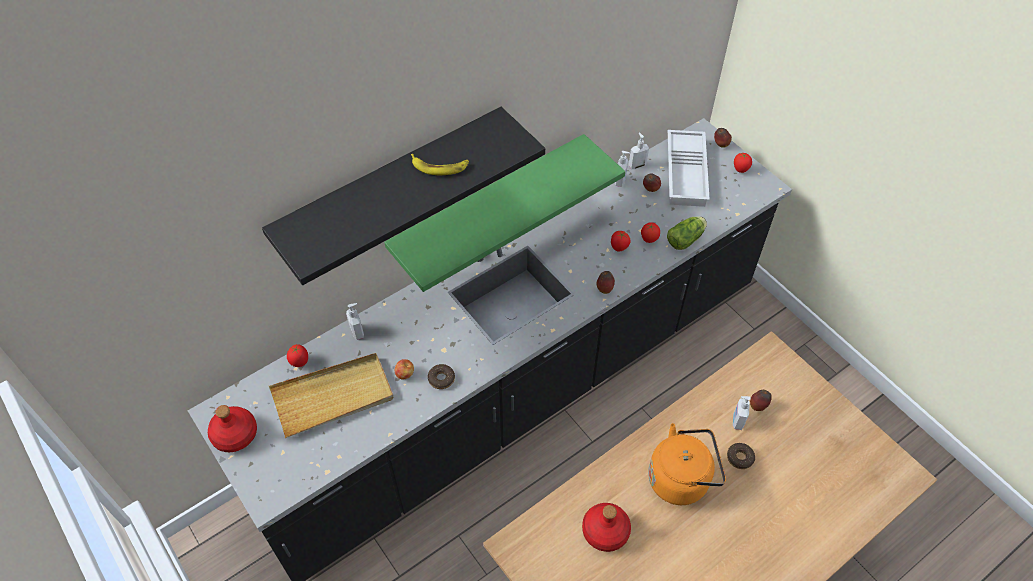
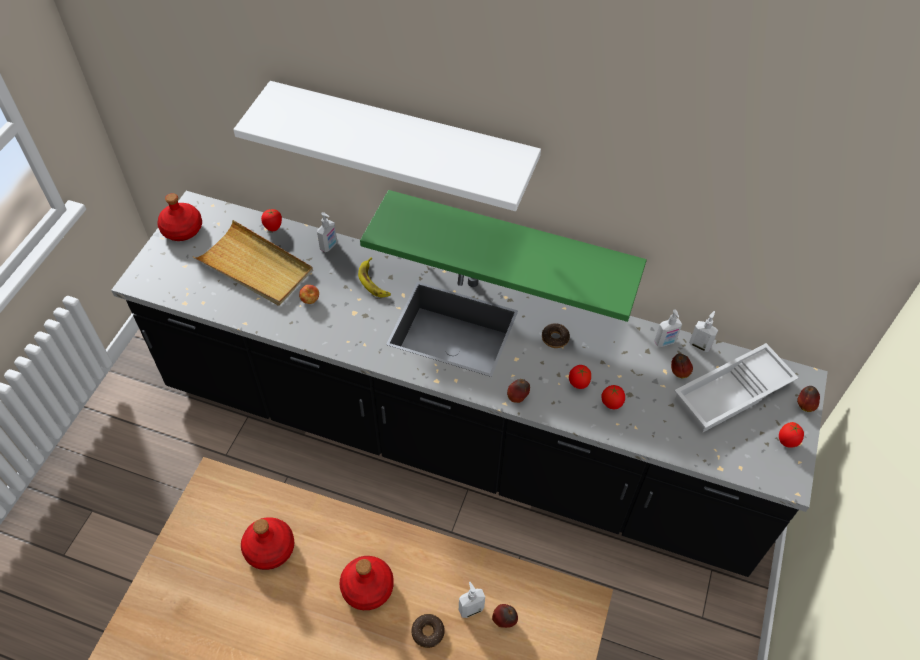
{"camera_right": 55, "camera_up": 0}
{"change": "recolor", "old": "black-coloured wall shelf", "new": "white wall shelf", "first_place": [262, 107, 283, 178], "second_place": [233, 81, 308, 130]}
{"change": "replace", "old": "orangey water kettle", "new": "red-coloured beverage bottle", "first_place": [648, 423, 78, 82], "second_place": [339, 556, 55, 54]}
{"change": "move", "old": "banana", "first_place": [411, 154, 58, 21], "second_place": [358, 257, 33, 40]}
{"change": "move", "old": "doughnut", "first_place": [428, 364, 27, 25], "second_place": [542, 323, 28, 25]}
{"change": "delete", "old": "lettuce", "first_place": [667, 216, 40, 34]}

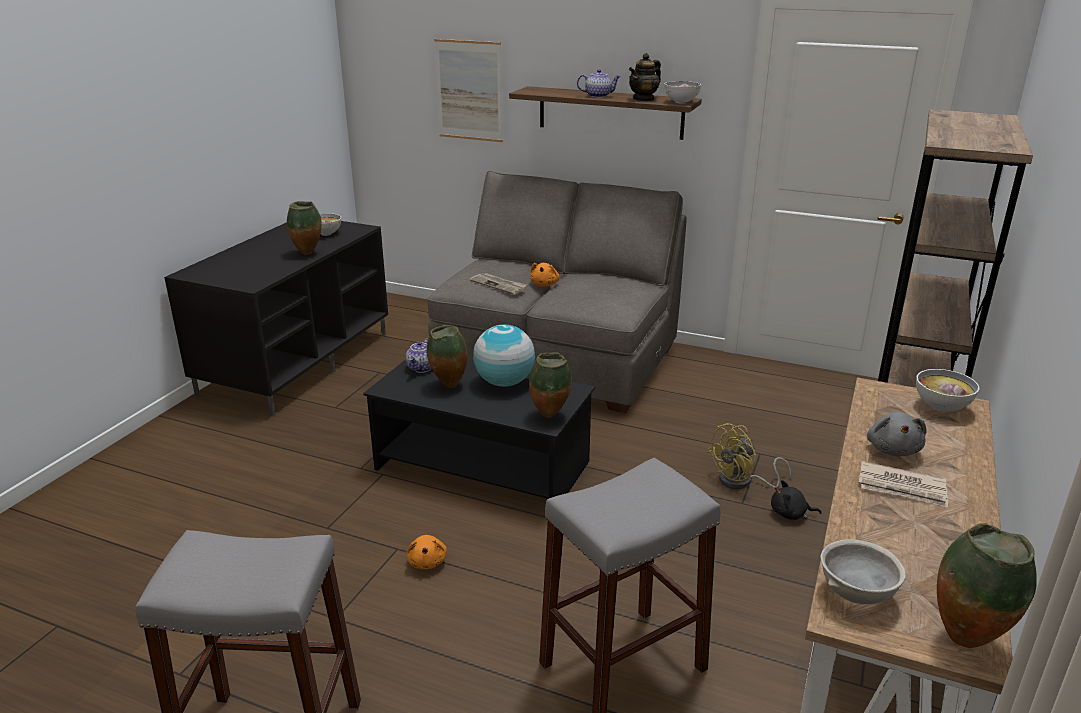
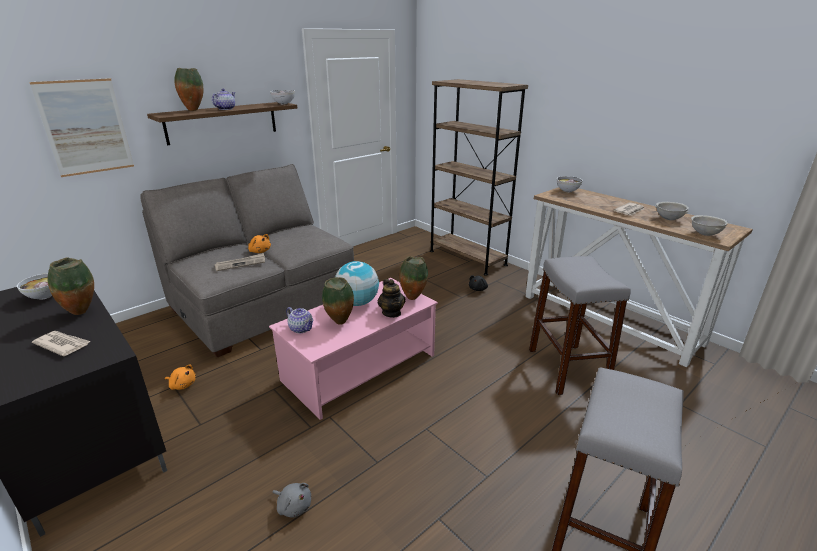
{"camera_right": -65, "camera_up": 0}
{"change": "insert", "new": "daily paper", "second_place": [32, 331, 59, 25]}
{"change": "move", "old": "orangey cuddly toy", "first_place": [407, 535, 40, 34], "second_place": [165, 365, 31, 25]}
{"change": "move", "old": "decorative vase", "first_place": [937, 523, 100, 125], "second_place": [174, 68, 29, 43]}
{"change": "recolor", "old": "black-coloured low table", "new": "pink low table", "first_place": [363, 359, 232, 140], "second_place": [269, 278, 169, 142]}
{"change": "move", "old": "gray cuddly toy", "first_place": [867, 412, 60, 44], "second_place": [272, 483, 39, 34]}
{"change": "move", "old": "pot for tea", "first_place": [629, 53, 32, 48], "second_place": [378, 279, 27, 39]}
{"change": "insert", "new": "gray serving bowl", "second_place": [655, 202, 34, 18]}
{"change": "delete", "old": "yellow-coloured fan", "first_place": [707, 423, 84, 66]}

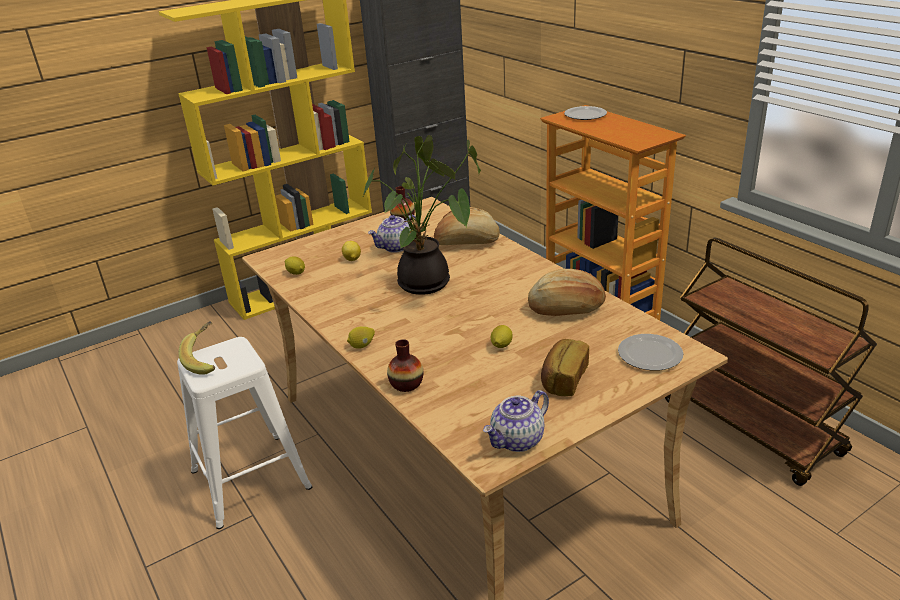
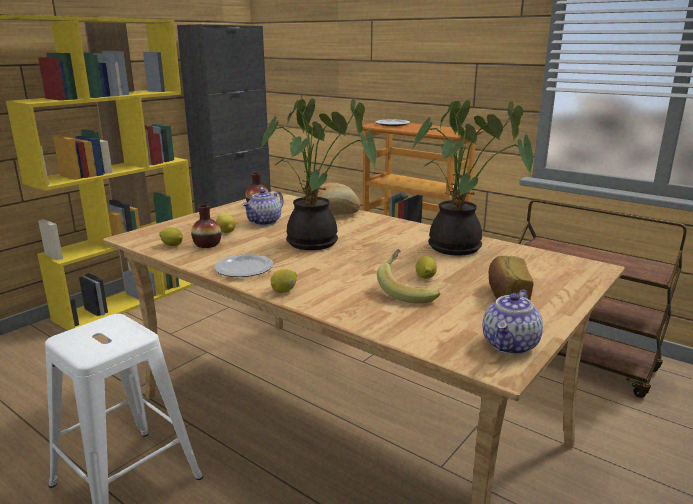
{"camera_right": -20, "camera_up": -10}
{"change": "move", "old": "decorative vase", "first_place": [387, 339, 36, 53], "second_place": [191, 204, 30, 44]}
{"change": "move", "old": "dinner plate", "first_place": [618, 334, 65, 37], "second_place": [214, 254, 59, 23]}
{"change": "move", "old": "banana", "first_place": [178, 321, 37, 54], "second_place": [377, 249, 63, 55]}
{"change": "replace", "old": "baked bread", "new": "plant in a pot", "first_place": [528, 269, 78, 47], "second_place": [411, 100, 122, 156]}

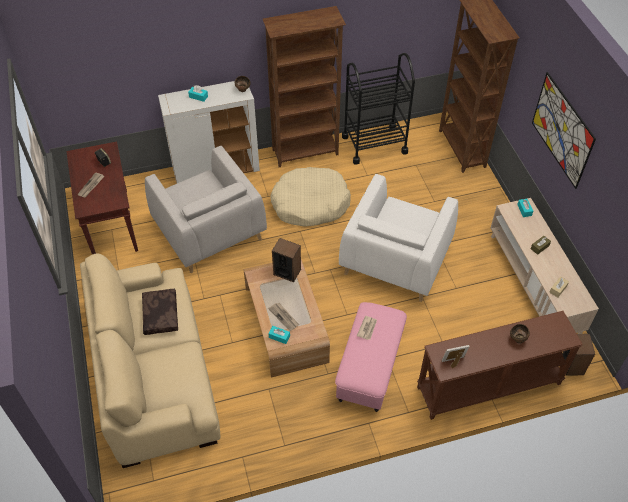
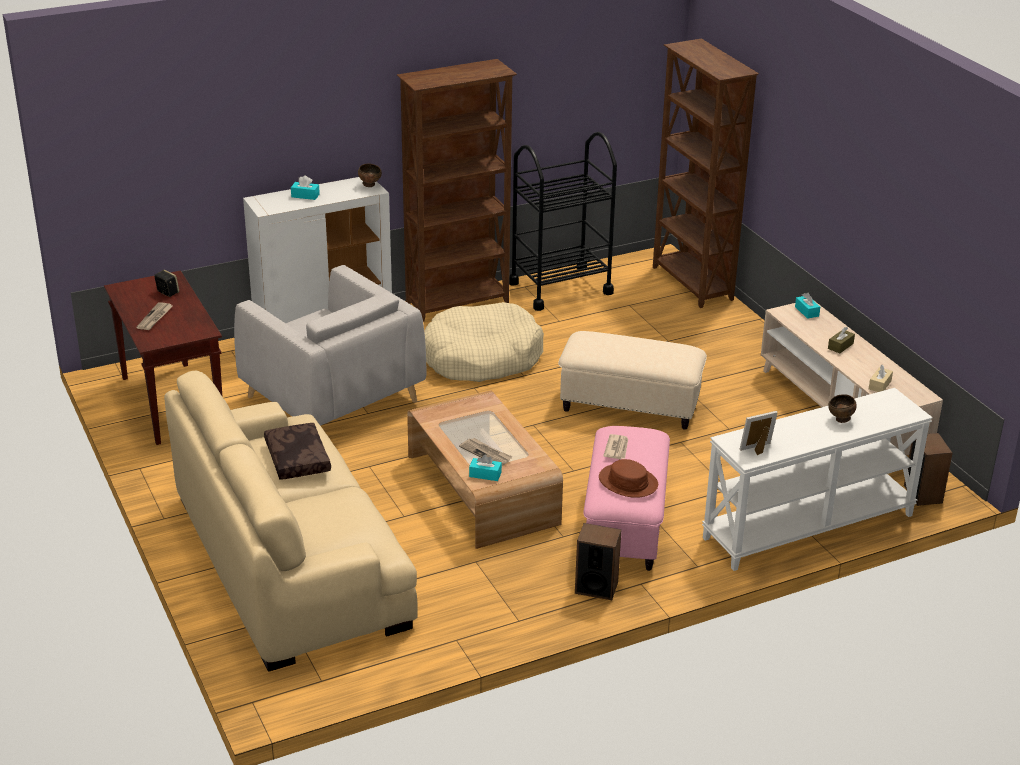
{"camera_right": -10, "camera_up": -20}
{"change": "replace", "old": "white easy chair", "new": "beige-coloured ottoman", "first_place": [339, 174, 119, 128], "second_place": [558, 331, 149, 98]}
{"change": "move", "old": "audio speaker", "first_place": [272, 238, 29, 44], "second_place": [575, 523, 47, 77]}
{"change": "insert", "new": "brown clothing hat", "second_place": [599, 459, 59, 39]}
{"change": "recolor", "old": "brown hall table", "new": "white hall table", "first_place": [417, 311, 166, 109], "second_place": [702, 388, 231, 183]}
{"change": "delete", "old": "wall picture", "first_place": [532, 72, 64, 117]}

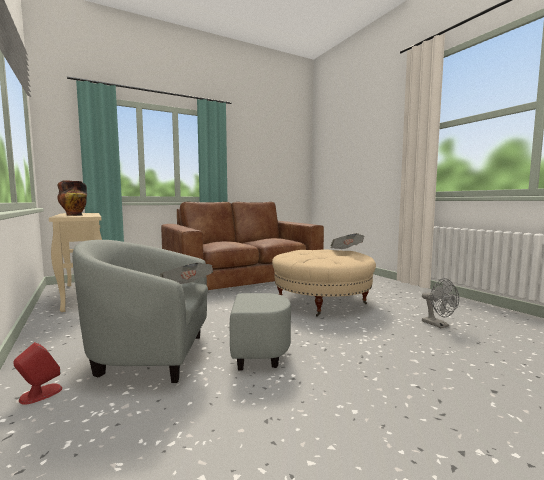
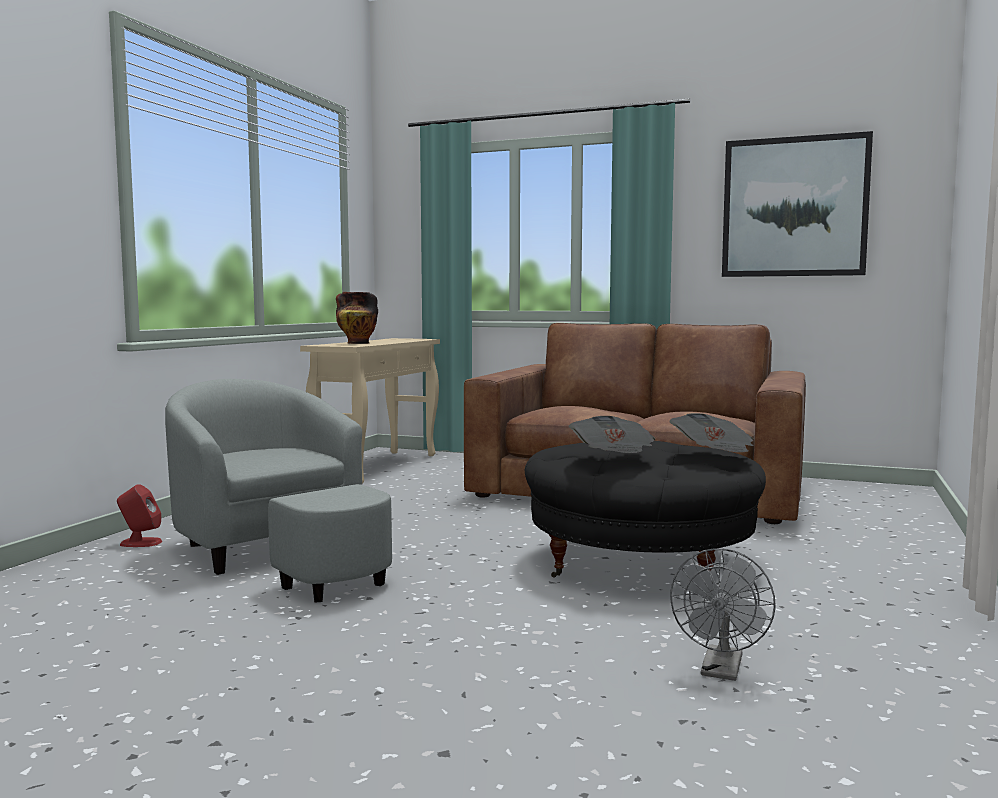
{"camera_right": 50, "camera_up": 0}
{"change": "recolor", "old": "beige-coloured ottoman", "new": "black-coloured ottoman", "first_place": [272, 249, 104, 68], "second_place": [525, 441, 241, 136]}
{"change": "move", "old": "daily paper", "first_place": [160, 263, 53, 21], "second_place": [569, 416, 86, 37]}
{"change": "insert", "new": "wall picture", "second_place": [722, 131, 151, 146]}

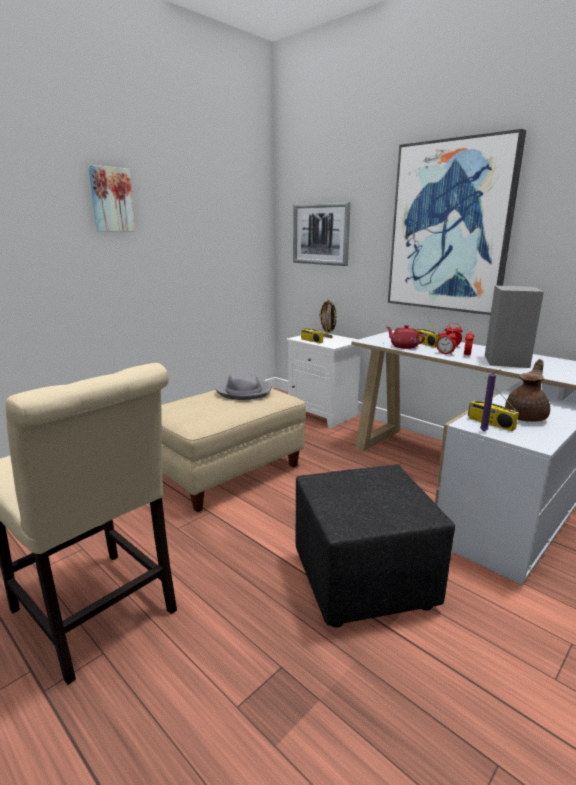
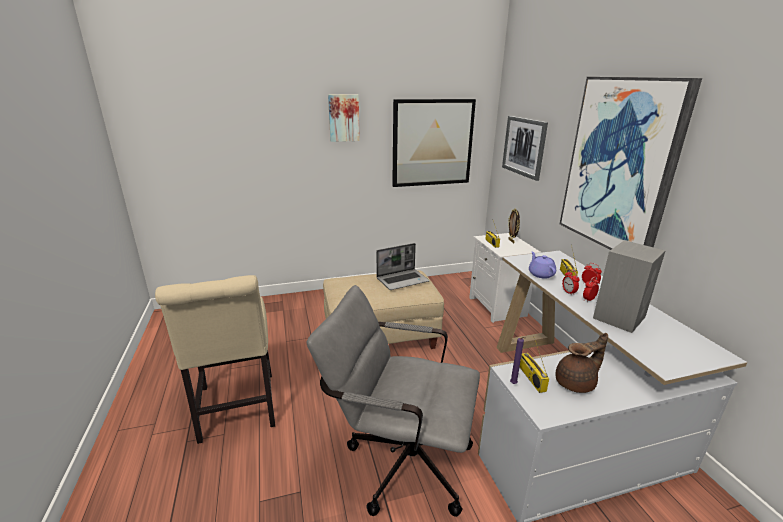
{"camera_right": 30, "camera_up": 5}
{"change": "replace", "old": "black-coloured ottoman", "new": "gray office chair", "first_place": [295, 464, 160, 164], "second_place": [307, 285, 173, 232]}
{"change": "replace", "old": "gray clothing hat", "new": "portable computer", "first_place": [215, 370, 56, 30], "second_place": [376, 243, 53, 47]}
{"change": "insert", "new": "wall picture", "second_place": [392, 99, 84, 88]}
{"change": "recolor", "old": "red-coloured pot for tea", "new": "purple-coloured pot for tea", "first_place": [386, 325, 39, 24], "second_place": [529, 252, 27, 26]}

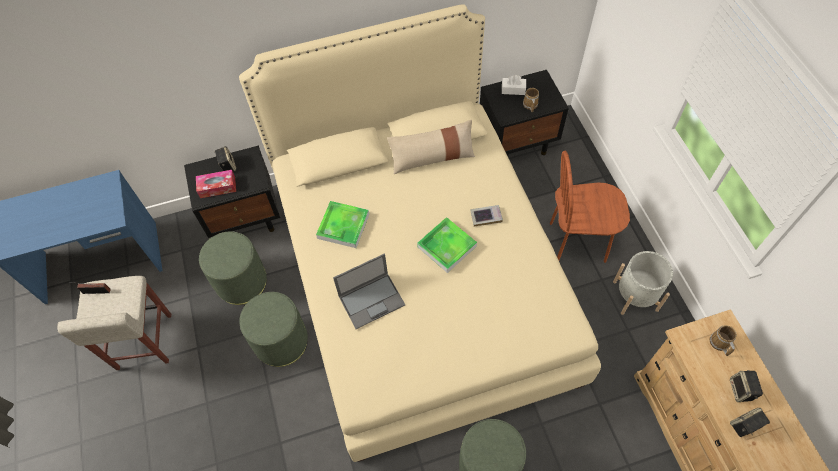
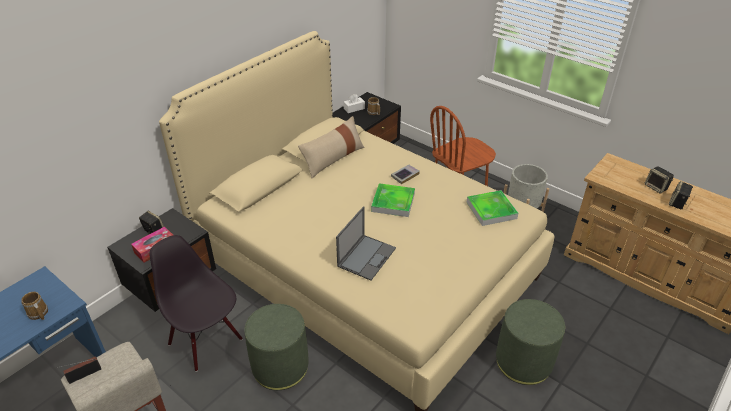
{"camera_right": -35, "camera_up": -20}
{"change": "move", "old": "tea mug", "first_place": [710, 325, 27, 31], "second_place": [21, 292, 27, 28]}
{"change": "replace", "old": "greenish ottoman", "new": "black-coloured upright chair", "first_place": [199, 231, 68, 74], "second_place": [149, 235, 94, 137]}
{"change": "move", "old": "carrying tray", "first_place": [316, 201, 53, 47], "second_place": [466, 190, 53, 36]}

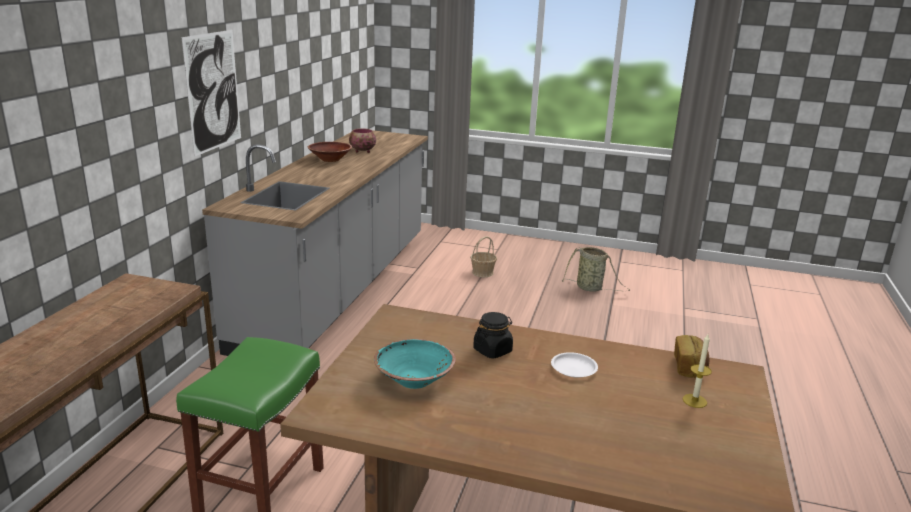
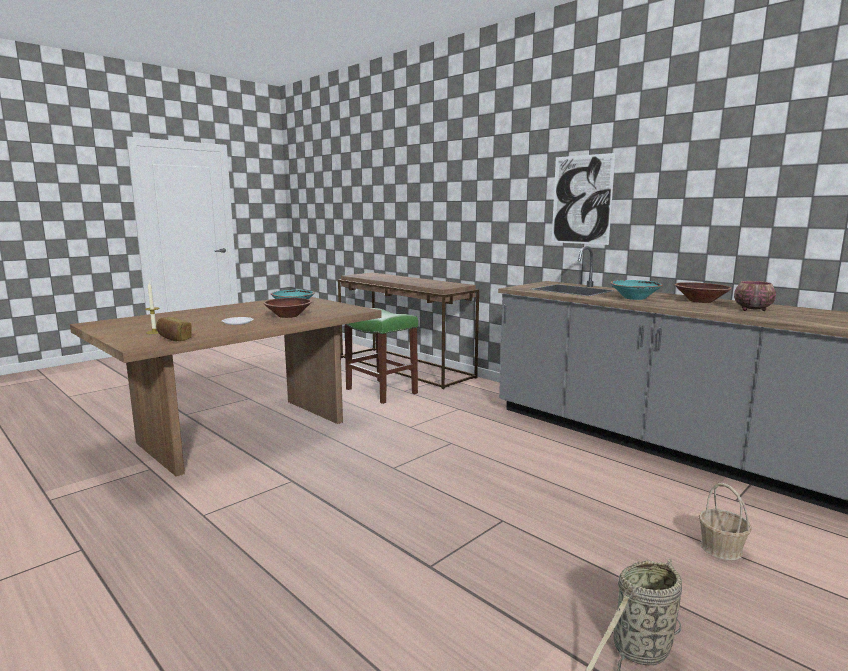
{"camera_right": 120, "camera_up": -10}
{"change": "replace", "old": "black-coloured preserve jar", "new": "brown serving bowl", "first_place": [473, 312, 40, 47], "second_place": [263, 298, 49, 20]}
{"change": "insert", "new": "blue-green serving bowl", "second_place": [610, 280, 53, 20]}

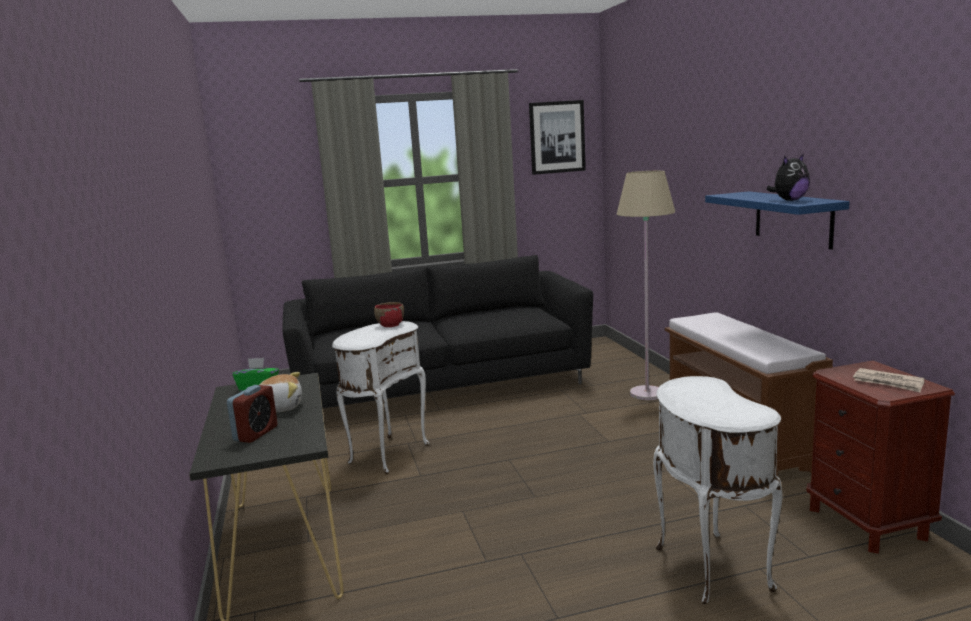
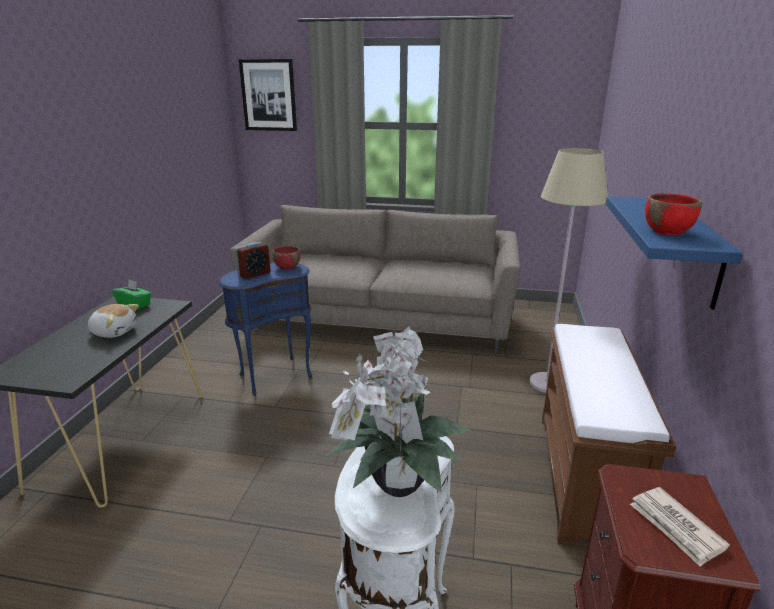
{"camera_right": 25, "camera_up": 10}
{"change": "recolor", "old": "white side table", "new": "blue side table", "first_place": [332, 321, 97, 153], "second_place": [219, 263, 93, 133]}
{"change": "recolor", "old": "black-coloured sofa", "new": "beige-coloured sofa", "first_place": [282, 255, 311, 154], "second_place": [230, 205, 290, 147]}
{"change": "move", "old": "table clock", "first_place": [227, 385, 51, 58], "second_place": [235, 242, 36, 37]}
{"change": "move", "old": "wall picture", "first_place": [529, 100, 57, 75], "second_place": [239, 59, 58, 72]}
{"change": "insert", "new": "plant in a pot", "second_place": [326, 326, 145, 171]}
{"change": "replace", "old": "cuddly toy", "new": "red-coloured serving bowl", "first_place": [766, 154, 44, 47], "second_place": [645, 193, 57, 42]}

